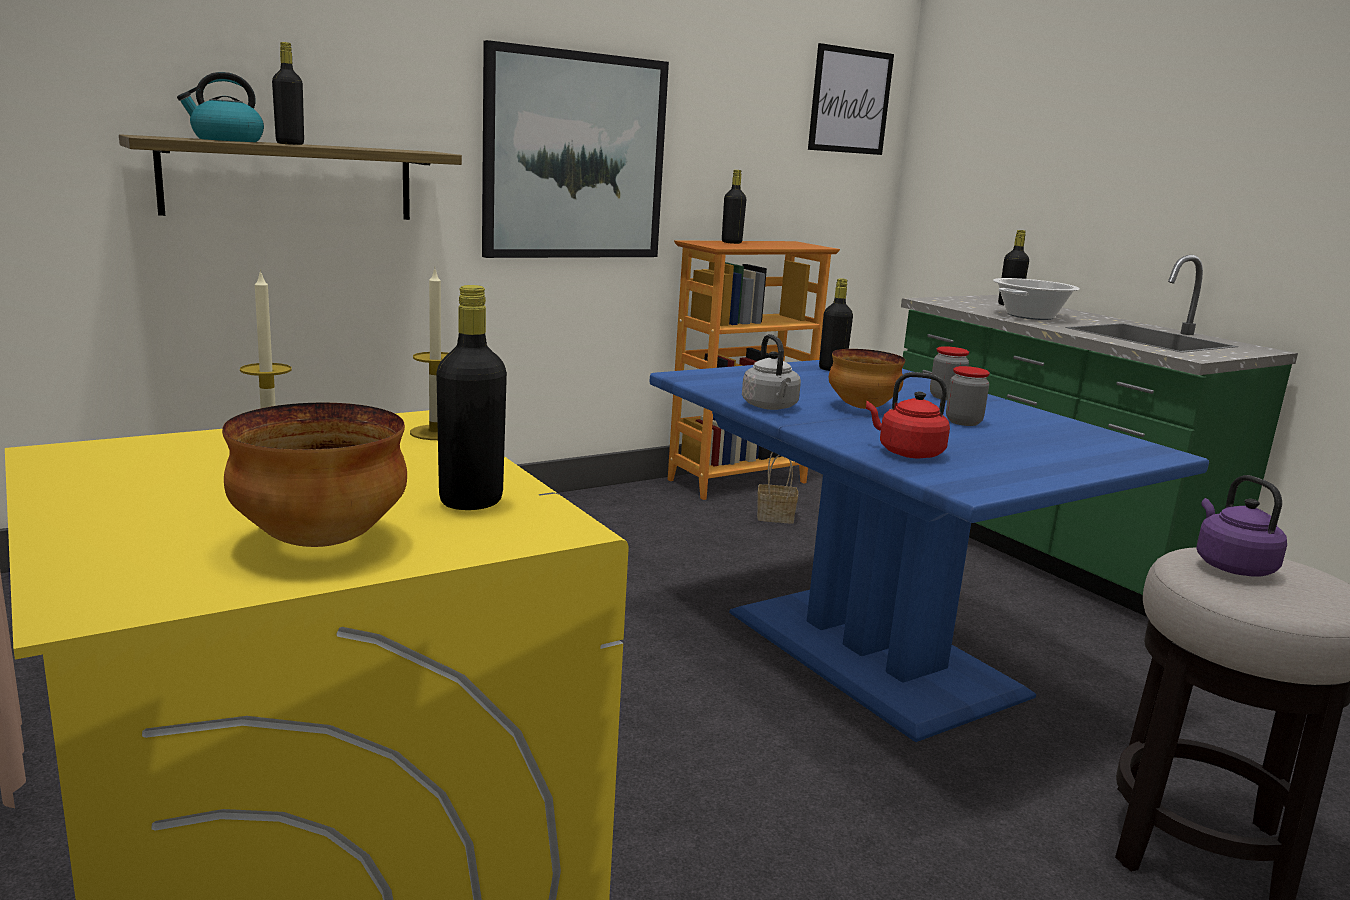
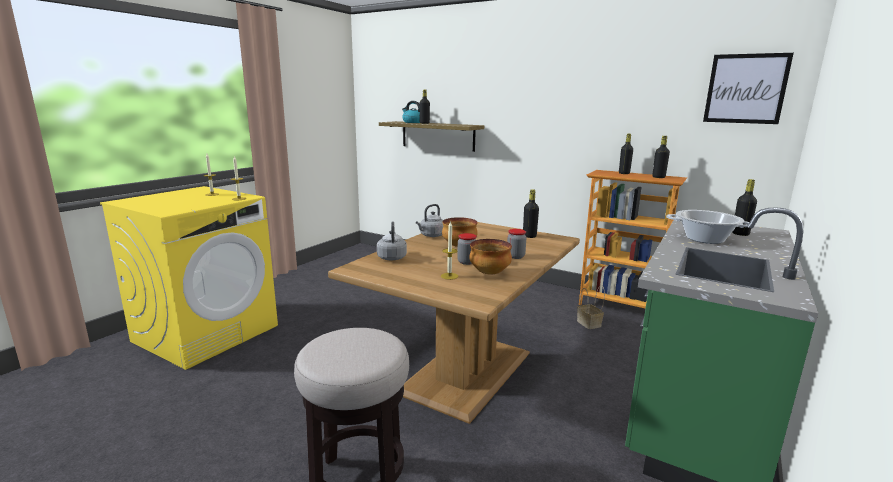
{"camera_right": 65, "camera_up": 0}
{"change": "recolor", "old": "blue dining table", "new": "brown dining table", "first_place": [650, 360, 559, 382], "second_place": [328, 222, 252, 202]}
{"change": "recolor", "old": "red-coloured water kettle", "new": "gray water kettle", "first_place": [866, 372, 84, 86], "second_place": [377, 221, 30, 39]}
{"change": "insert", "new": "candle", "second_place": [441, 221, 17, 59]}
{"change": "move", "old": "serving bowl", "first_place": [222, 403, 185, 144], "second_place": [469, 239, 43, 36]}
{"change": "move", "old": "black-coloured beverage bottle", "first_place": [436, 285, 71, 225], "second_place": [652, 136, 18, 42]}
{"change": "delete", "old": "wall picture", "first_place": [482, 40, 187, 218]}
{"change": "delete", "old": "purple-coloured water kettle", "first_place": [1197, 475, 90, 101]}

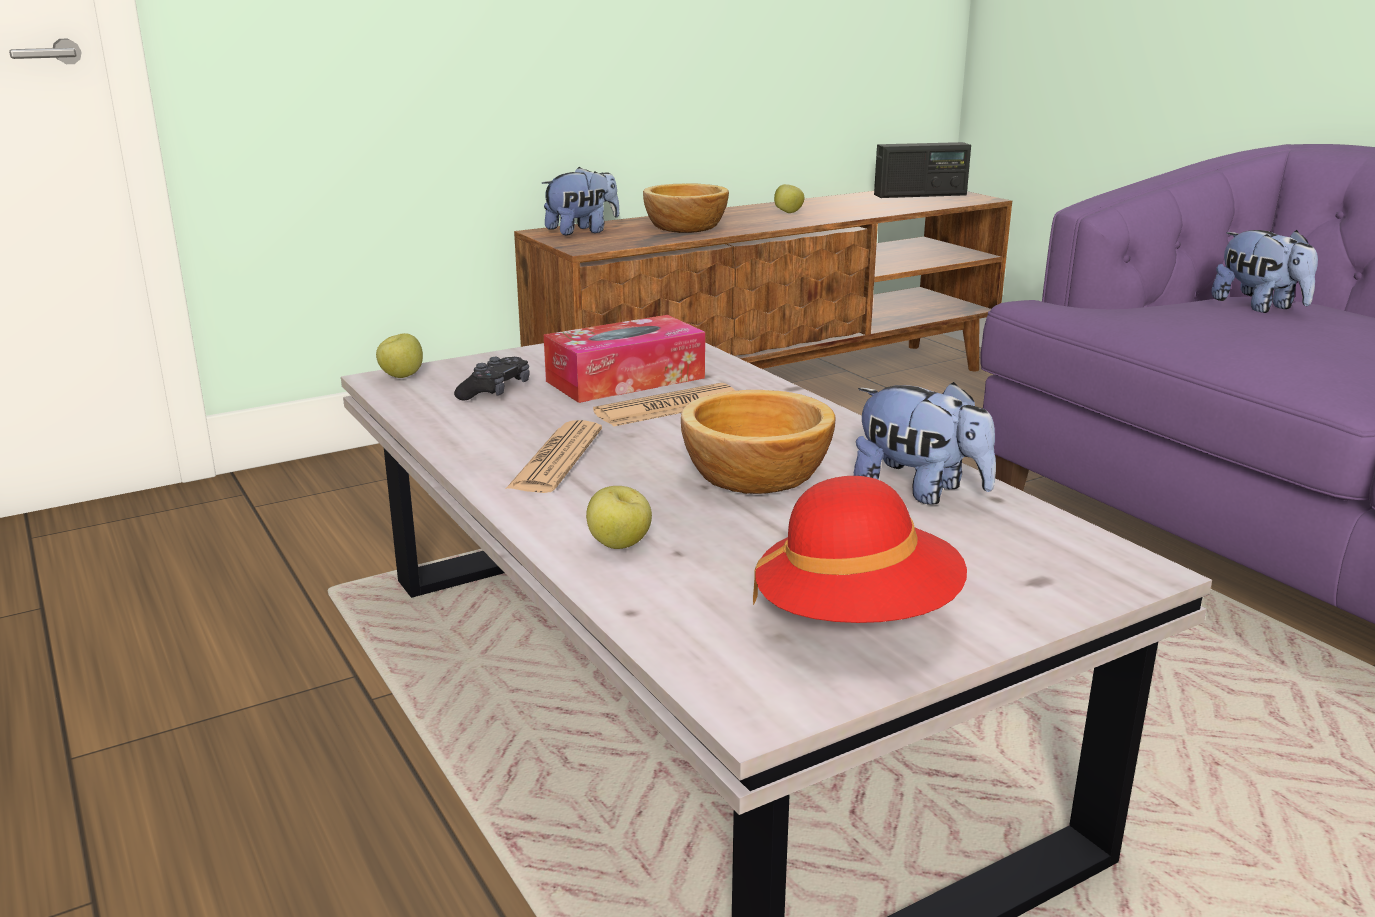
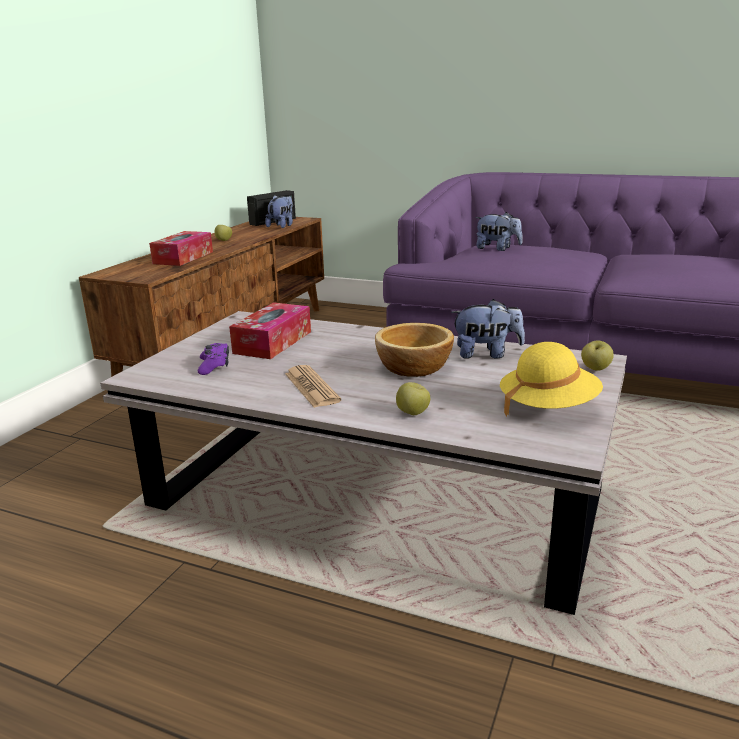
{"camera_right": -35, "camera_up": 0}
{"change": "replace", "old": "serving bowl", "new": "tissue holder", "first_place": [643, 183, 86, 50], "second_place": [149, 231, 64, 35]}
{"change": "recolor", "old": "black-coloured game controller", "new": "purple-coloured game controller", "first_place": [454, 357, 76, 43], "second_place": [198, 343, 31, 32]}
{"change": "move", "old": "cuddly toy", "first_place": [541, 167, 78, 68], "second_place": [265, 195, 28, 33]}
{"change": "recolor", "old": "red-coloured clothing hat", "new": "yellow-coloured clothing hat", "first_place": [753, 476, 214, 147], "second_place": [500, 342, 103, 75]}
{"change": "move", "old": "apple", "first_place": [376, 333, 47, 45], "second_place": [581, 341, 33, 30]}
{"change": "delete", "old": "daily paper", "first_place": [593, 383, 142, 44]}

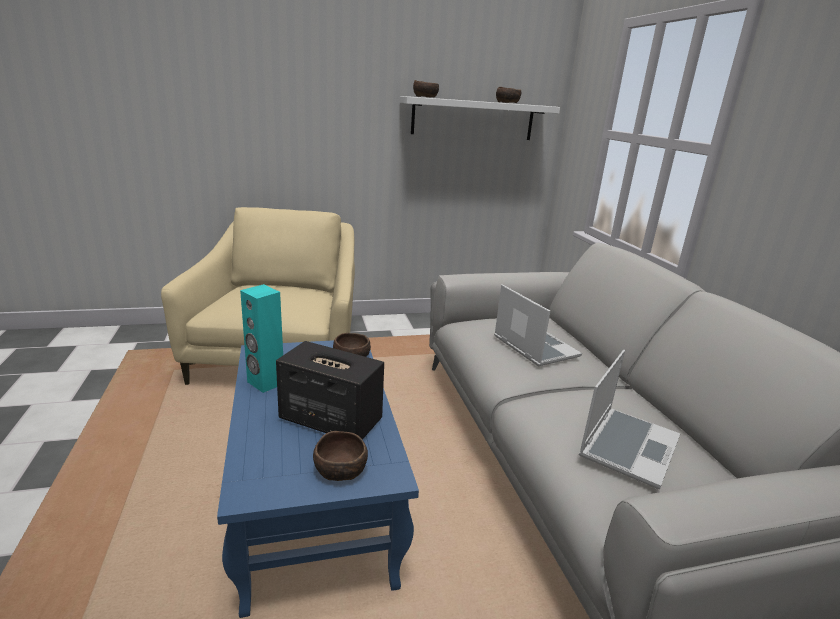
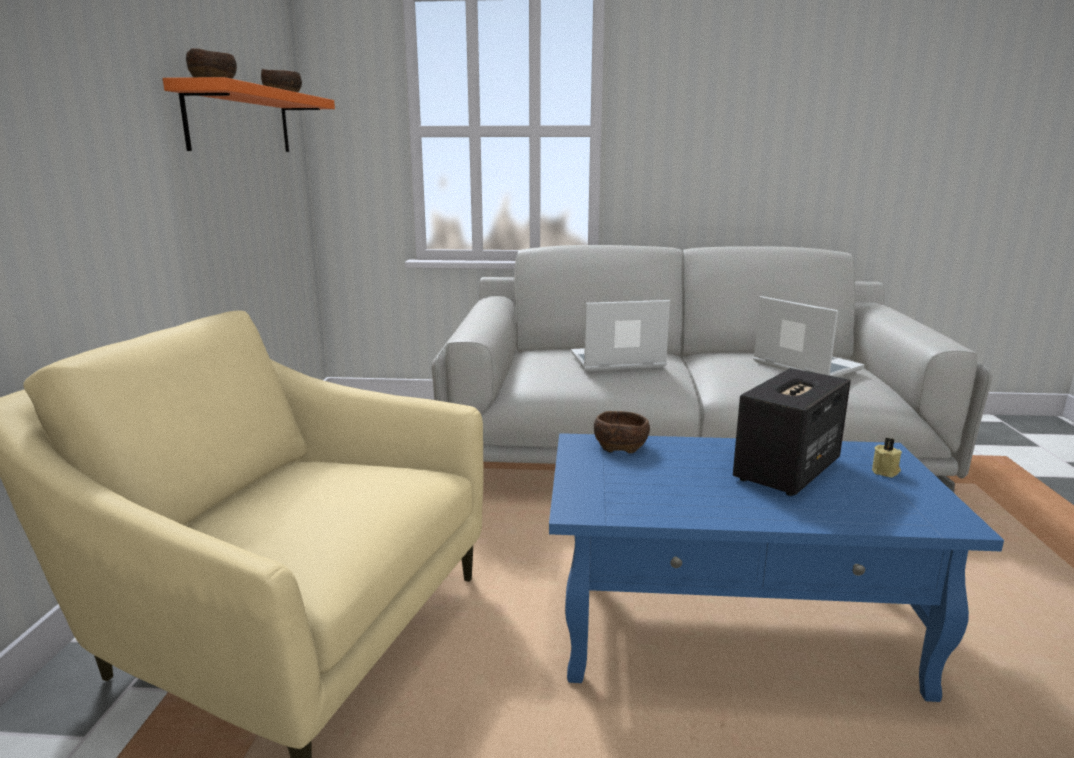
{"camera_right": -70, "camera_up": -5}
{"change": "recolor", "old": "white wall shelf", "new": "orangey wall shelf", "first_place": [400, 96, 160, 44], "second_place": [163, 77, 172, 75]}
{"change": "replace", "old": "brown serving bowl", "new": "beige-coloured candle", "first_place": [313, 431, 55, 50], "second_place": [872, 438, 30, 40]}
{"change": "delete", "old": "blue-green audio speaker", "first_place": [240, 284, 43, 109]}

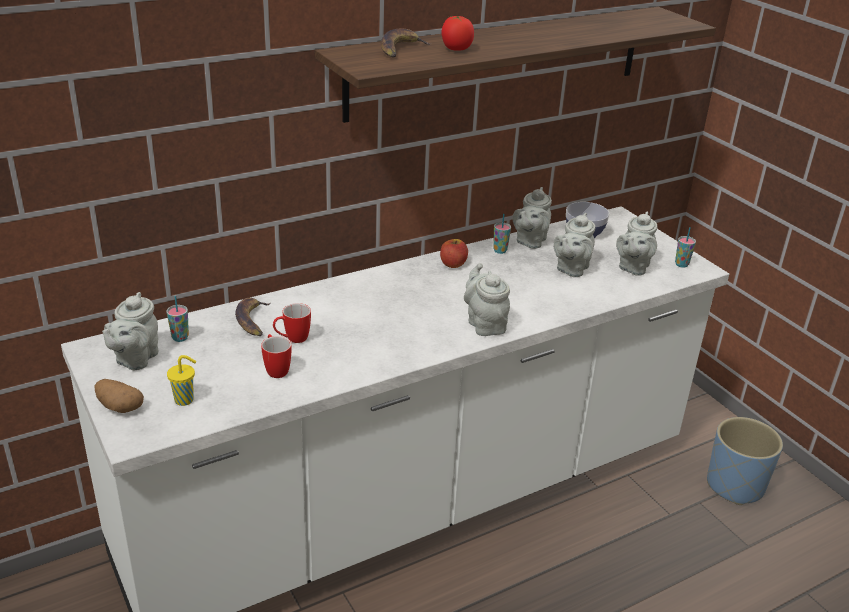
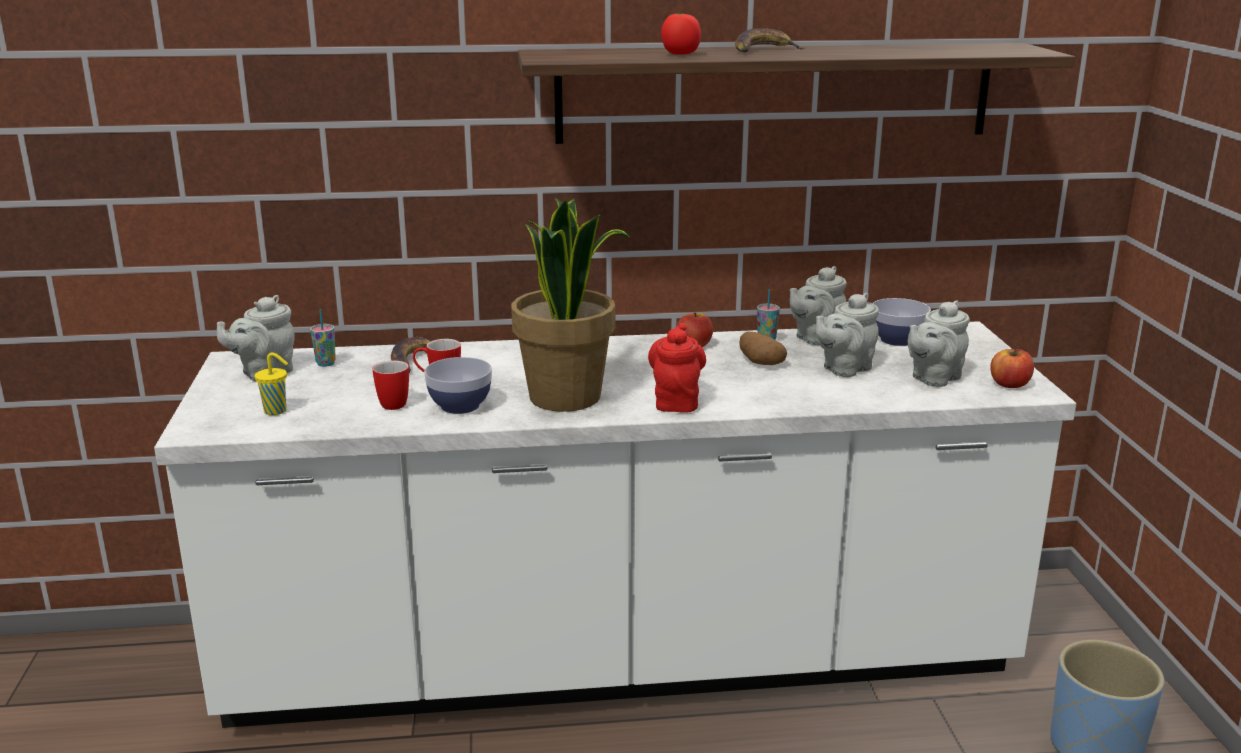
{"camera_right": 25, "camera_up": -10}
{"change": "insert", "new": "serving bowl", "second_place": [424, 357, 68, 57]}
{"change": "insert", "new": "plant in a pot", "second_place": [511, 199, 119, 213]}
{"change": "recolor", "old": "gray pot for tea", "new": "red-coloured pot for tea", "first_place": [464, 263, 46, 73], "second_place": [648, 323, 58, 90]}
{"change": "move", "old": "banana", "first_place": [381, 29, 51, 28], "second_place": [735, 28, 69, 24]}
{"change": "move", "old": "whole potato", "first_place": [94, 379, 50, 34], "second_place": [739, 332, 48, 33]}
{"change": "replace", "old": "cup", "new": "apple", "first_place": [675, 227, 21, 41], "second_place": [990, 346, 44, 42]}

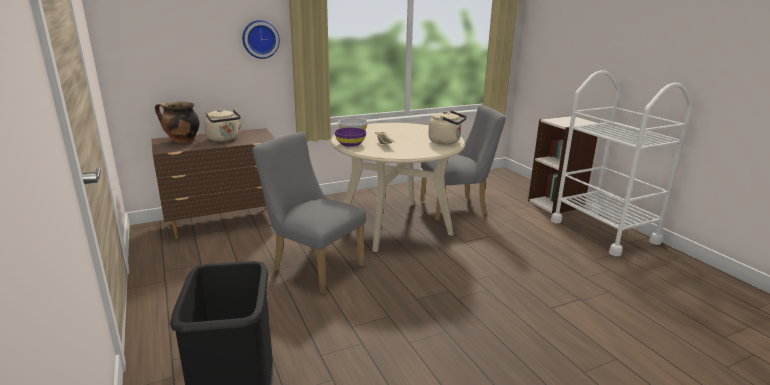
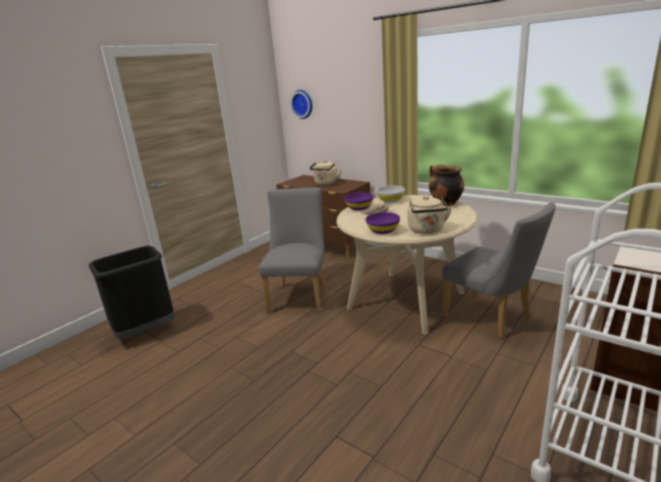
{"camera_right": 65, "camera_up": 0}
{"change": "move", "old": "hanging clock", "first_place": [242, 20, 38, 39], "second_place": [290, 90, 22, 29]}
{"change": "insert", "new": "purple-coloured serving bowl", "second_place": [366, 212, 34, 22]}
{"change": "move", "old": "stockpot", "first_place": [155, 102, 45, 41], "second_place": [429, 165, 35, 41]}

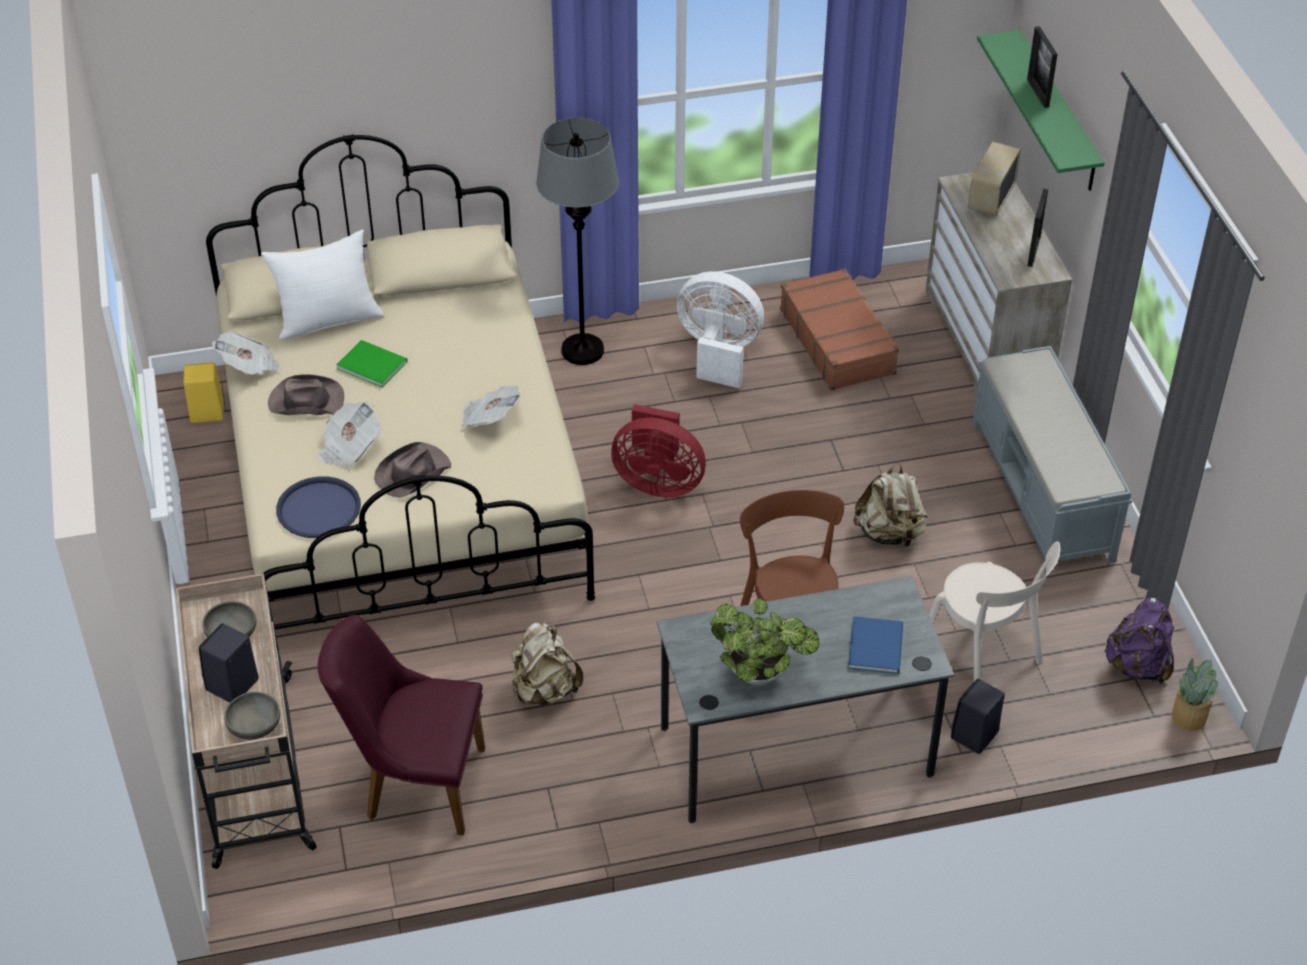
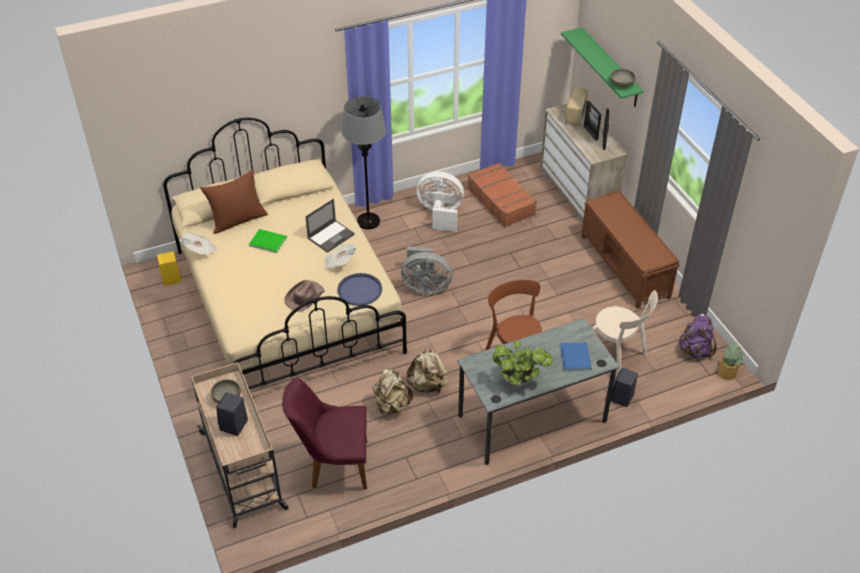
{"camera_right": -10, "camera_up": 0}
{"change": "recolor", "old": "white pillow", "new": "brown pillow", "first_place": [261, 230, 123, 109], "second_place": [200, 169, 68, 65]}
{"change": "insert", "new": "portable computer", "second_place": [305, 199, 50, 54]}
{"change": "move", "old": "blue carrying tray", "first_place": [276, 476, 85, 62], "second_place": [337, 273, 45, 33]}
{"change": "recolor", "old": "red-coloured fan", "new": "gray fan", "first_place": [611, 404, 95, 93], "second_place": [401, 247, 52, 47]}
{"change": "move", "old": "beige-coloured knapsack", "first_place": [853, 463, 75, 86], "second_place": [406, 347, 43, 46]}
{"change": "recolor", "old": "gray indoor bench", "new": "brown indoor bench", "first_place": [972, 346, 160, 228], "second_place": [581, 190, 99, 119]}
{"change": "move", "old": "photo frame", "first_place": [1027, 26, 31, 82], "second_place": [584, 101, 18, 40]}
{"change": "move", "old": "gray serving bowl", "first_place": [224, 692, 56, 48], "second_place": [610, 69, 26, 18]}
{"change": "delete", "old": "brown clothing hat", "first_place": [268, 374, 76, 41]}
{"change": "delete", "old": "daily paper", "first_place": [318, 402, 63, 66]}

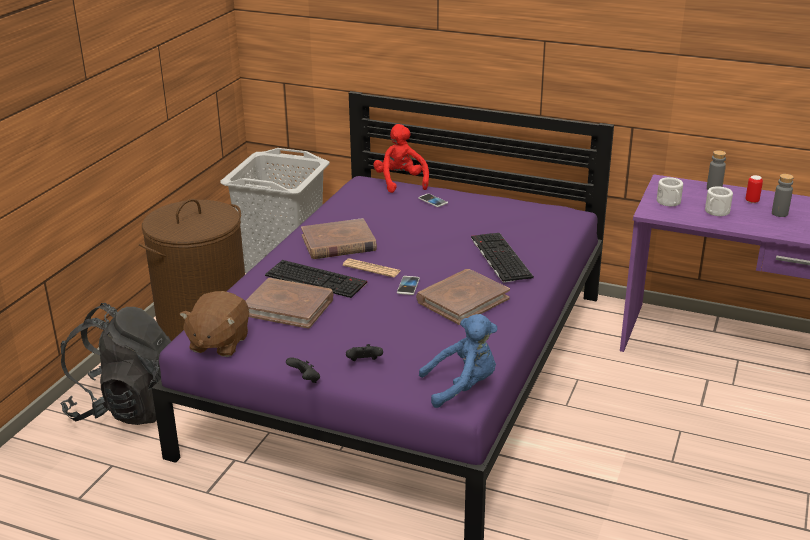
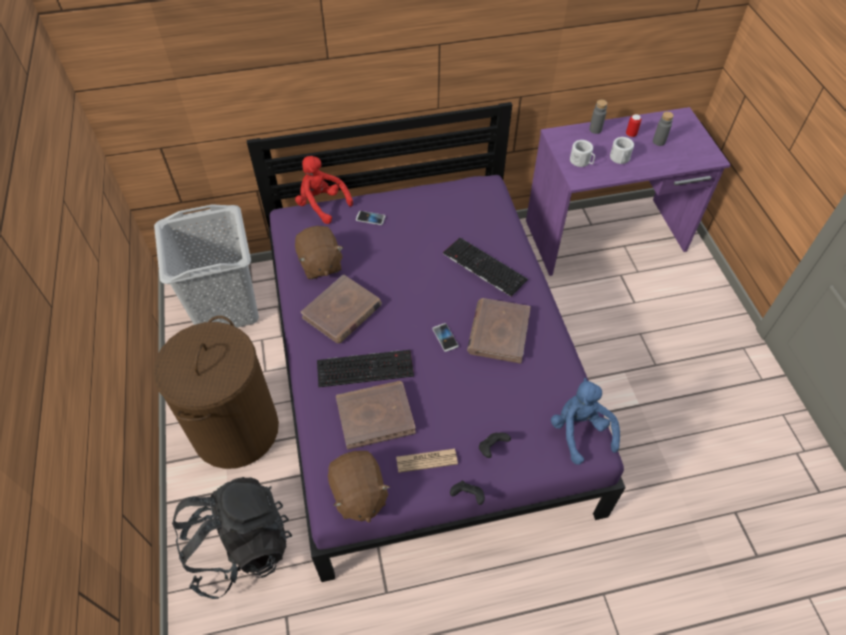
{"camera_right": -35, "camera_up": 25}
{"change": "insert", "new": "brown cuddly toy", "second_place": [295, 226, 49, 53]}
{"change": "move", "old": "daily paper", "first_place": [343, 258, 57, 19], "second_place": [396, 449, 62, 24]}
{"change": "rotate", "old": "blue cuddly toy", "first_place": [419, 314, 78, 94], "second_place": [551, 378, 69, 87], "degrees": -60}

